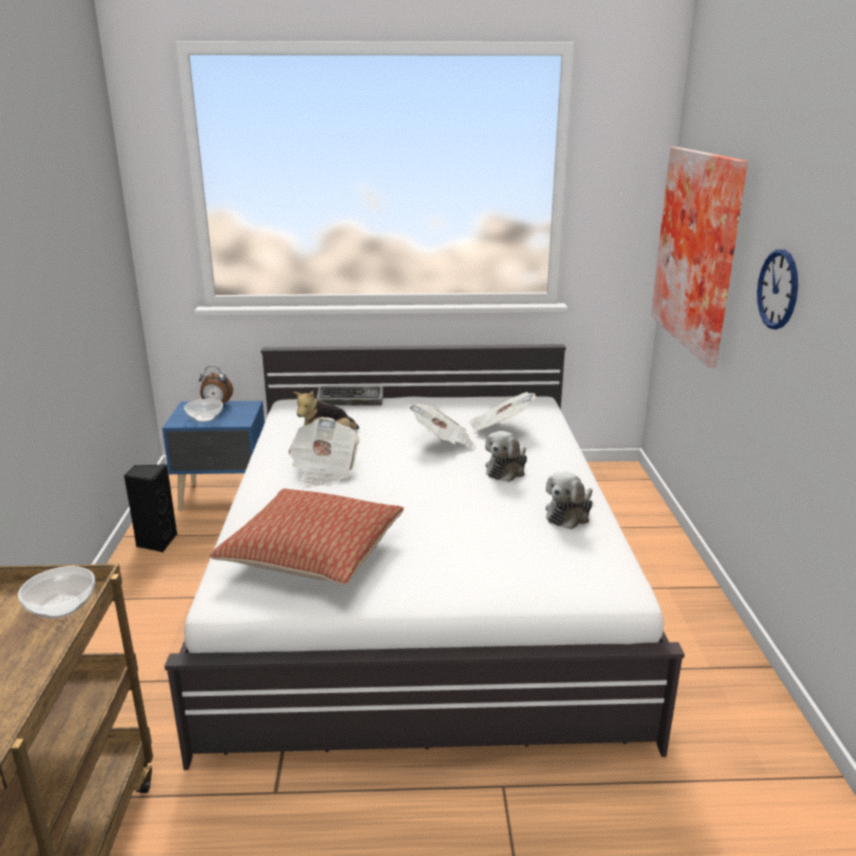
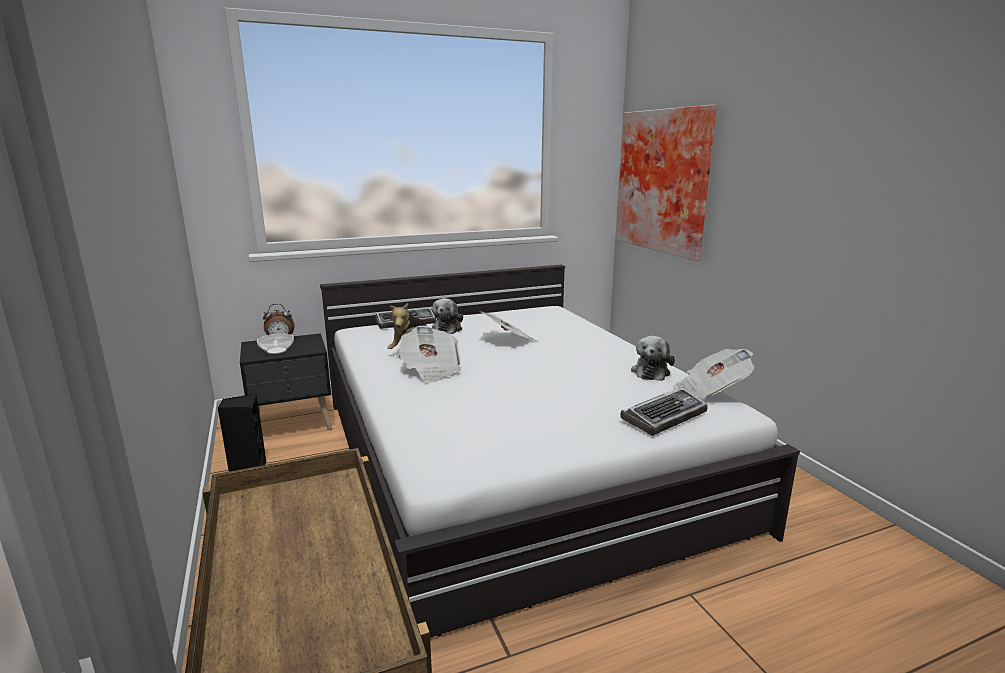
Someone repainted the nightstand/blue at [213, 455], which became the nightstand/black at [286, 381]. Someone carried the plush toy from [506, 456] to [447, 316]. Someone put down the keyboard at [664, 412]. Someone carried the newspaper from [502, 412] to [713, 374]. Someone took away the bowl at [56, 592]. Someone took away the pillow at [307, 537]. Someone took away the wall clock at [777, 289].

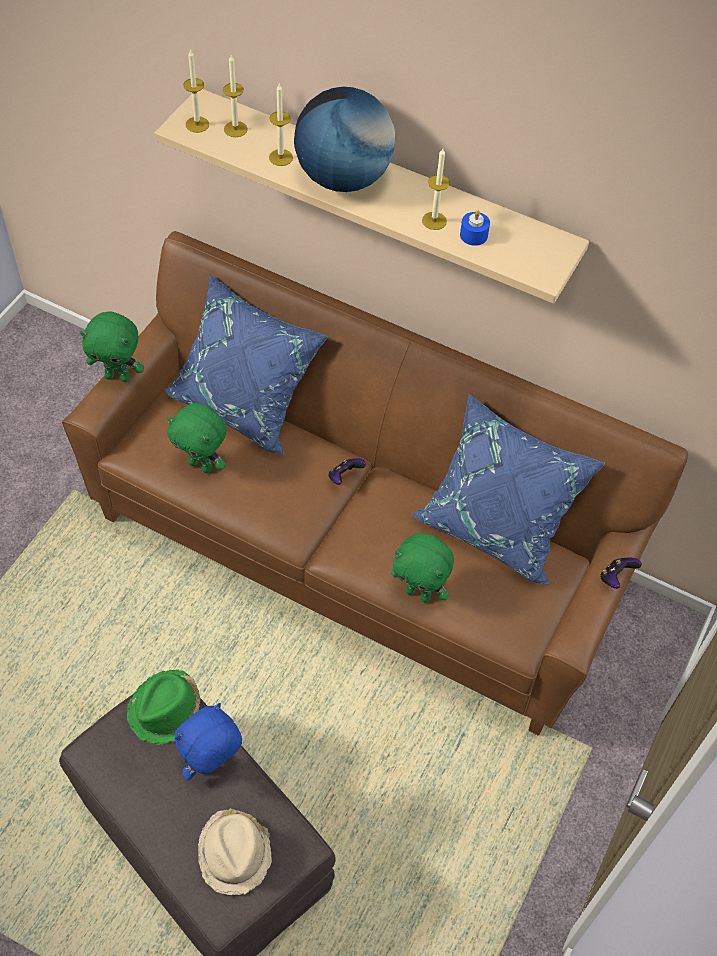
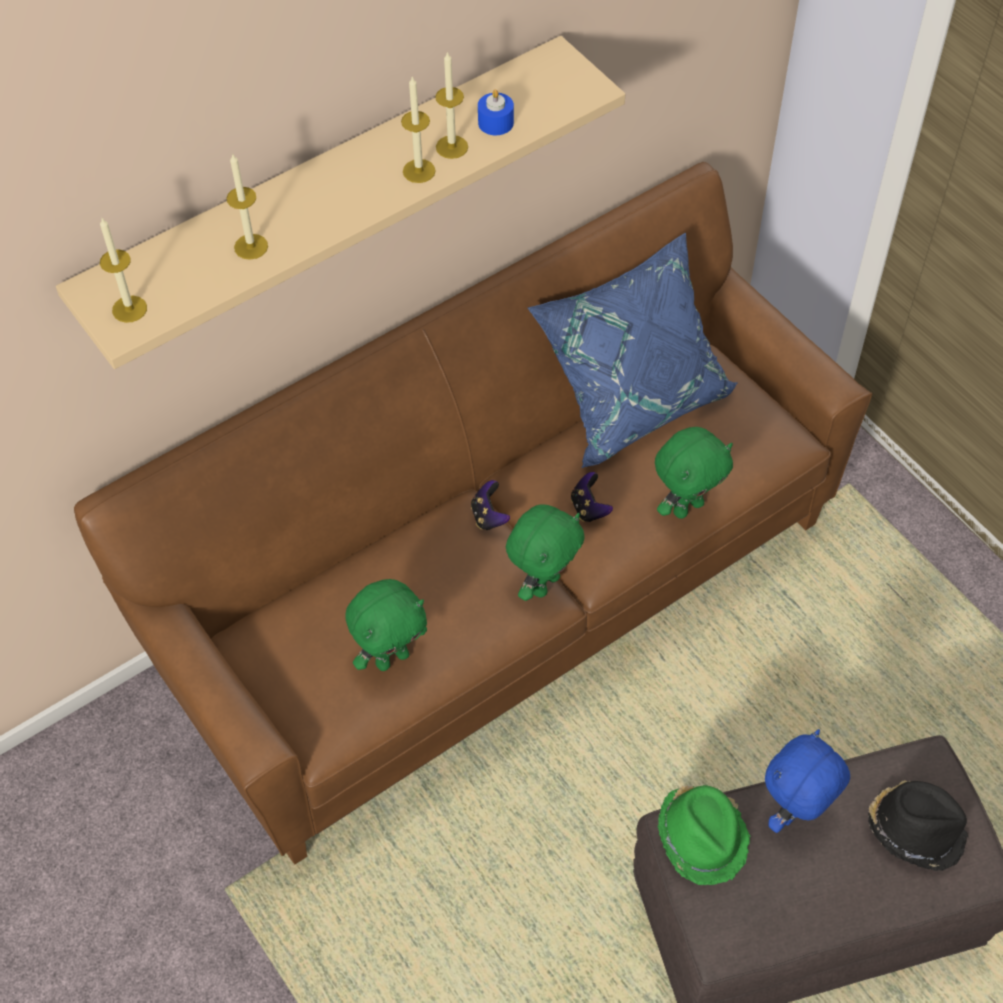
Someone carried the candle from [235, 96] to [418, 130]. Someone carried the plush toy/green from [112, 347] to [545, 553]. Someone carried the game controller from [621, 573] to [592, 497]. Someone rotated the plush toy/blue at [208, 742] by 60 degrees clockwise. Someone repainted the hat/beige at [235, 852], which became the hat/black at [918, 825]. Someone took away the pillow/blue at [246, 364]. Someone took away the globe at [344, 139].

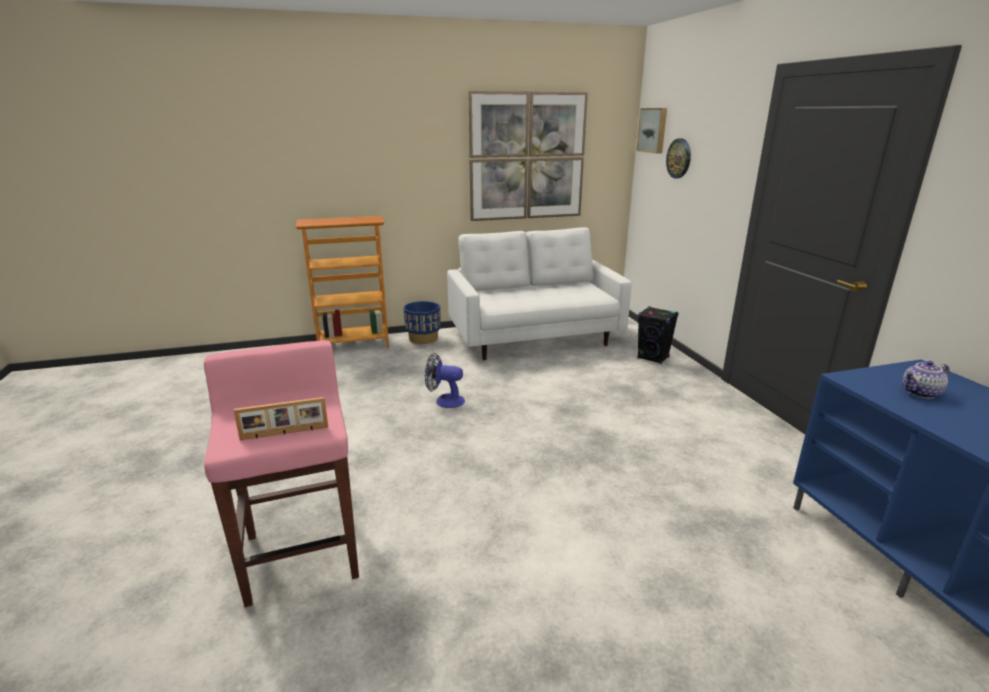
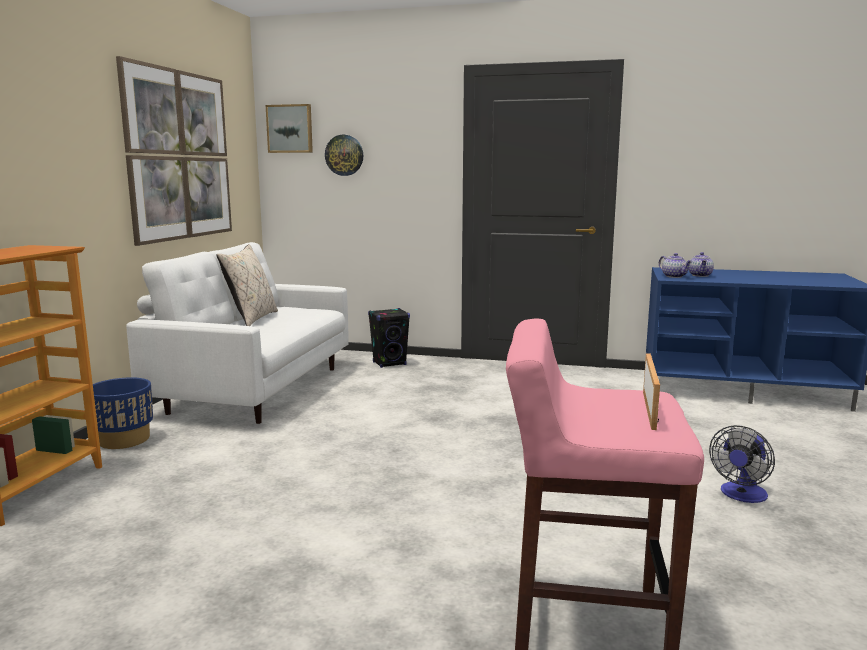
Someone put down the pillow/beige at [247, 285]. Someone put down the teapot at [675, 265]. Someone carried the fan from [445, 380] to [742, 464].

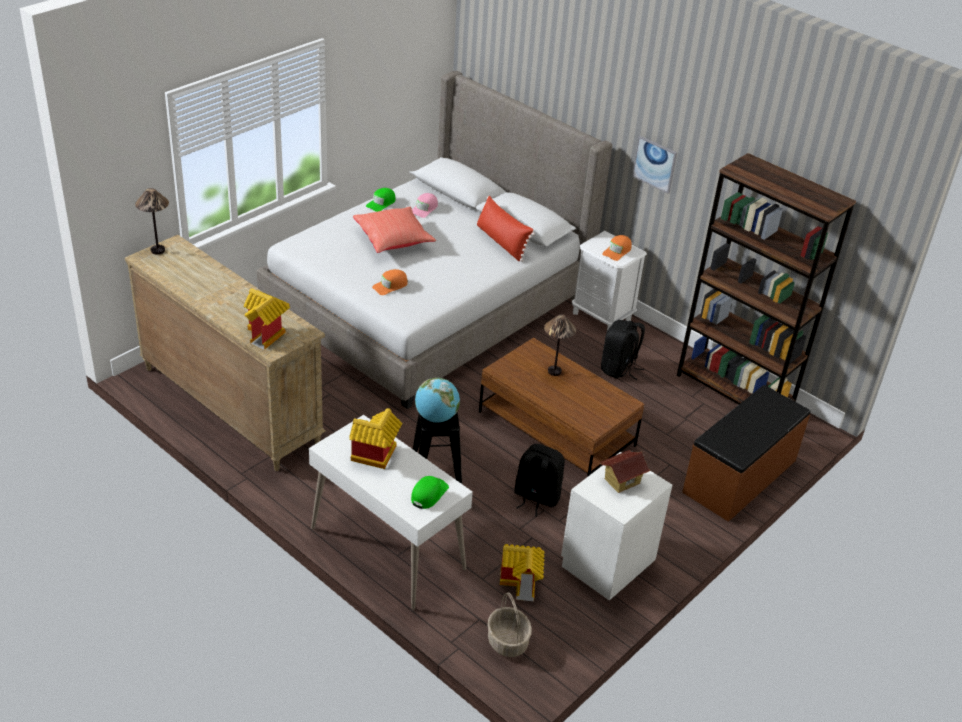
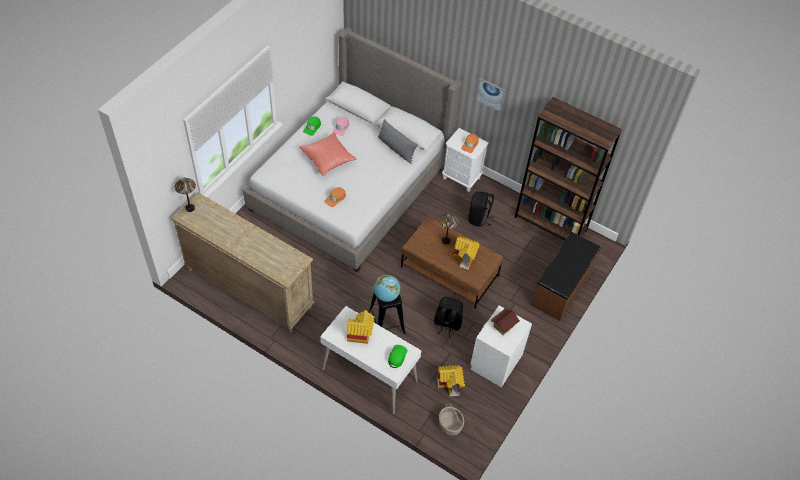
Someone repainted the pillow/red at [506, 229], which became the pillow/grey at [398, 141]. Someone carried the toy house from [266, 319] to [466, 253].

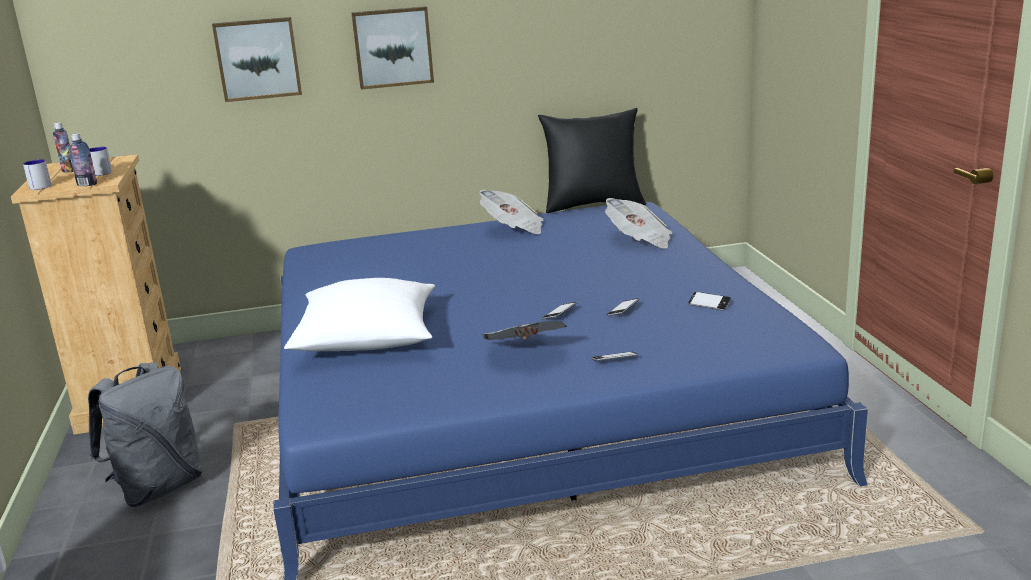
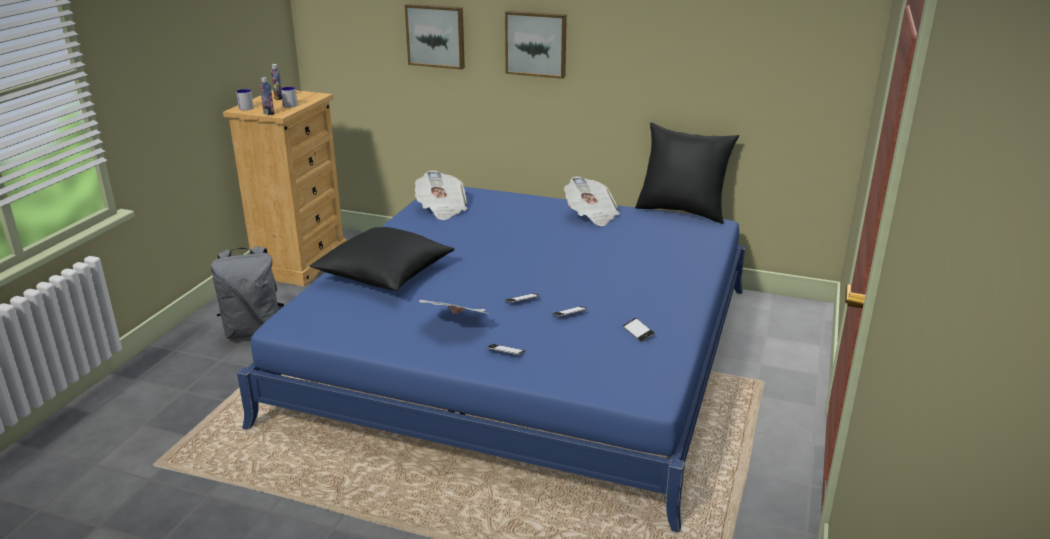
Someone repainted the pillow/white at [359, 314], which became the pillow/black at [382, 259]. Someone carried the newspaper from [638, 223] to [441, 195].

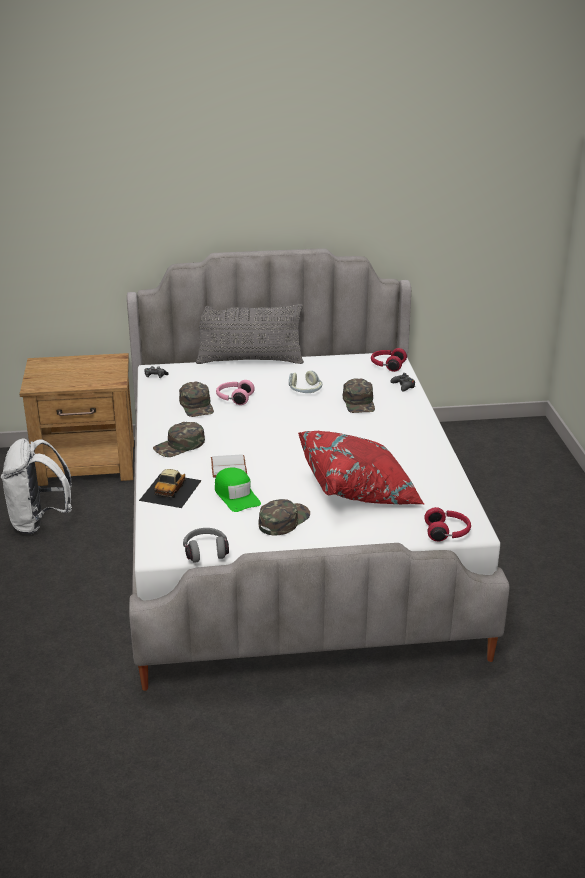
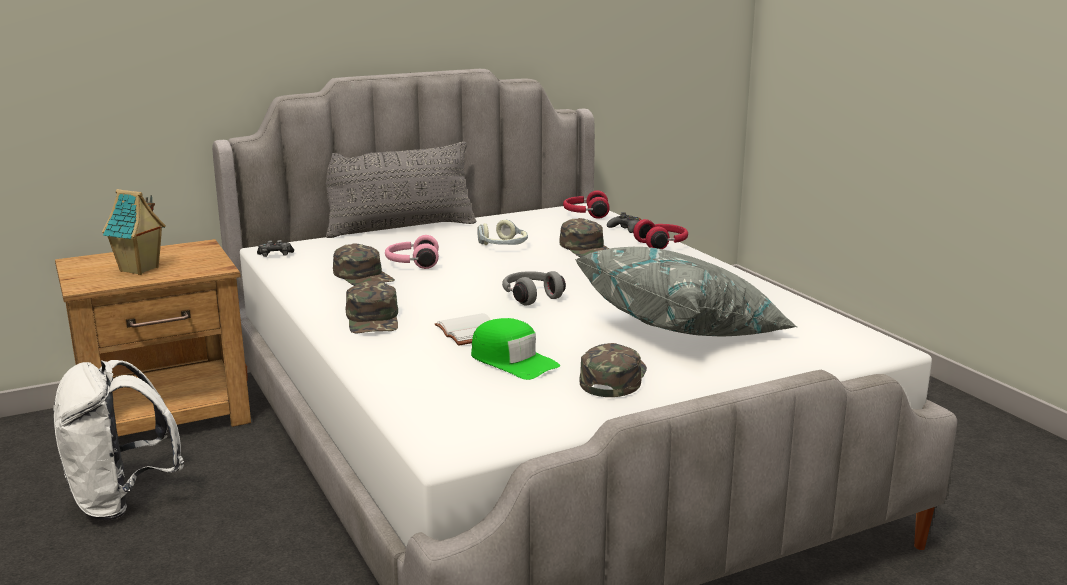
Someone put down the toy house at [134, 232]. Someone rotated the cap/green at [179, 439] by 45 degrees counterclockwise. Someone carried the headphones/grey from [206, 545] to [534, 288]. Someone repainted the pillow/red at [361, 468], which became the pillow/grey at [686, 292]. Someone carried the headphones/red from [447, 524] to [660, 234]. Someone took away the toy car at [170, 488].

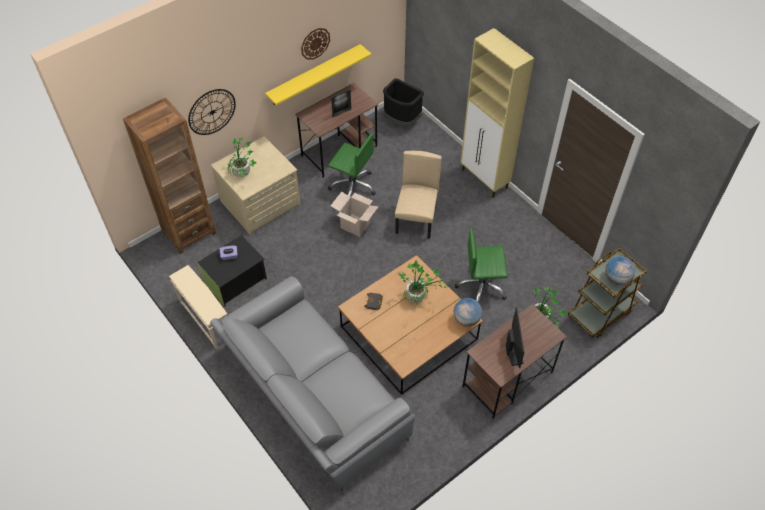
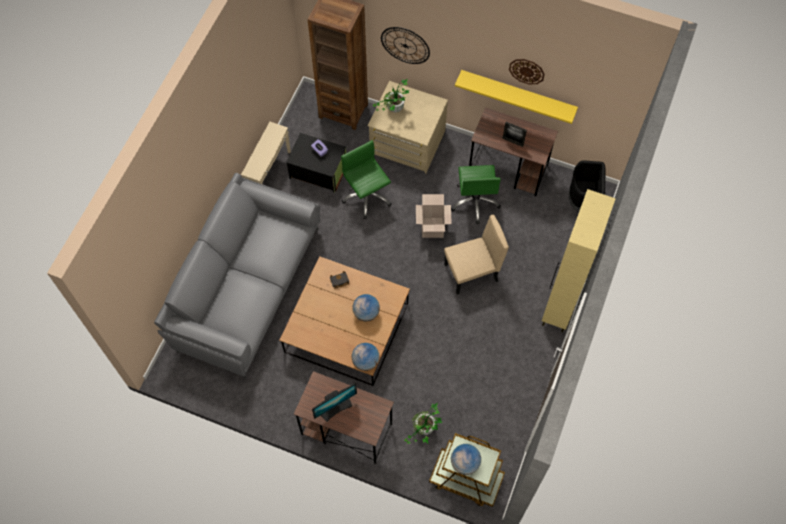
Someone carried the office chair/green from [481, 265] to [366, 179]. Someone swapped the potted plant at [424, 282] for the globe at [366, 308].

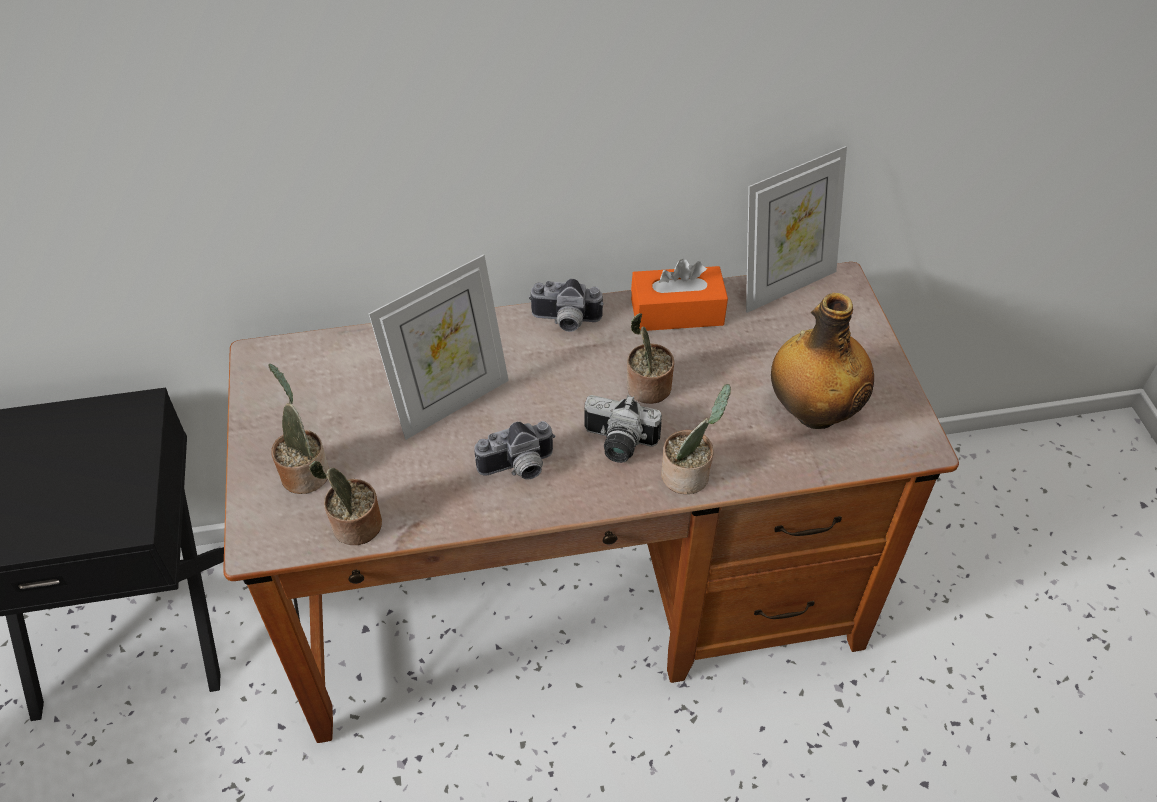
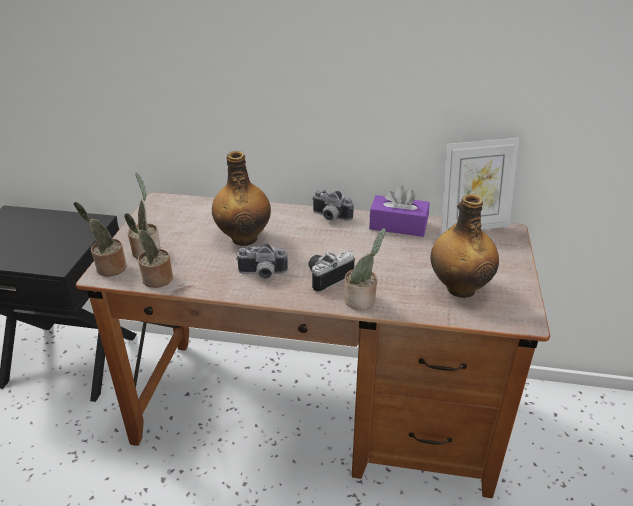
Someone carried the potted plant from [650, 358] to [100, 239]. Someone swapped the picture frame at [439, 347] for the bottle at [241, 198]. Someone rotated the photo camera at [623, 429] by 105 degrees clockwise. Someone repainted the tissue box/orange at [679, 295], which became the tissue box/purple at [399, 211].

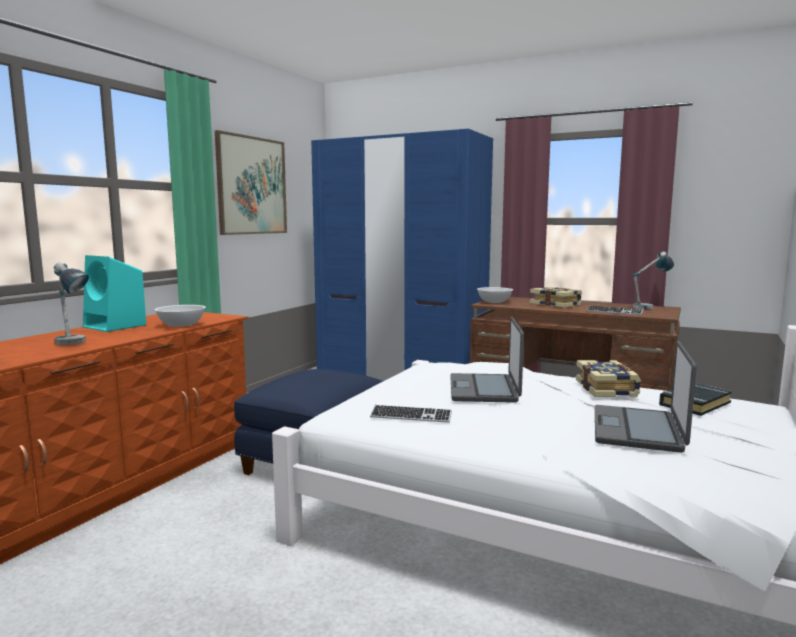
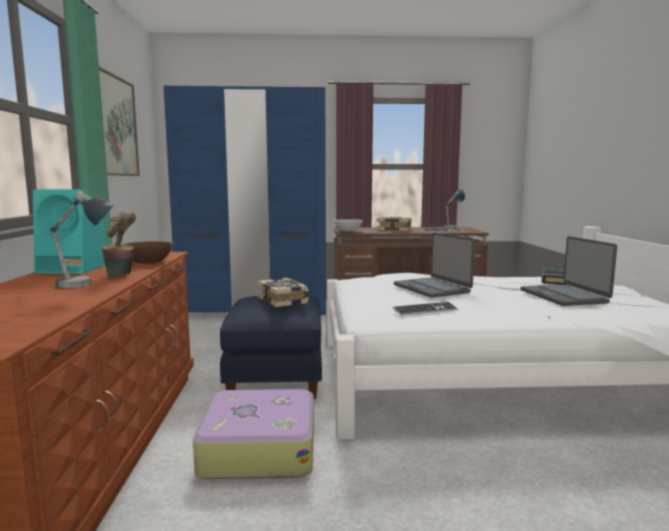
Someone put down the potted plant at [118, 244]. Someone repainted the bowl/white at [180, 316], which became the bowl/brown at [147, 252]. Someone put down the suitcase at [253, 434]. Someone carried the book from [608, 378] to [283, 292].

